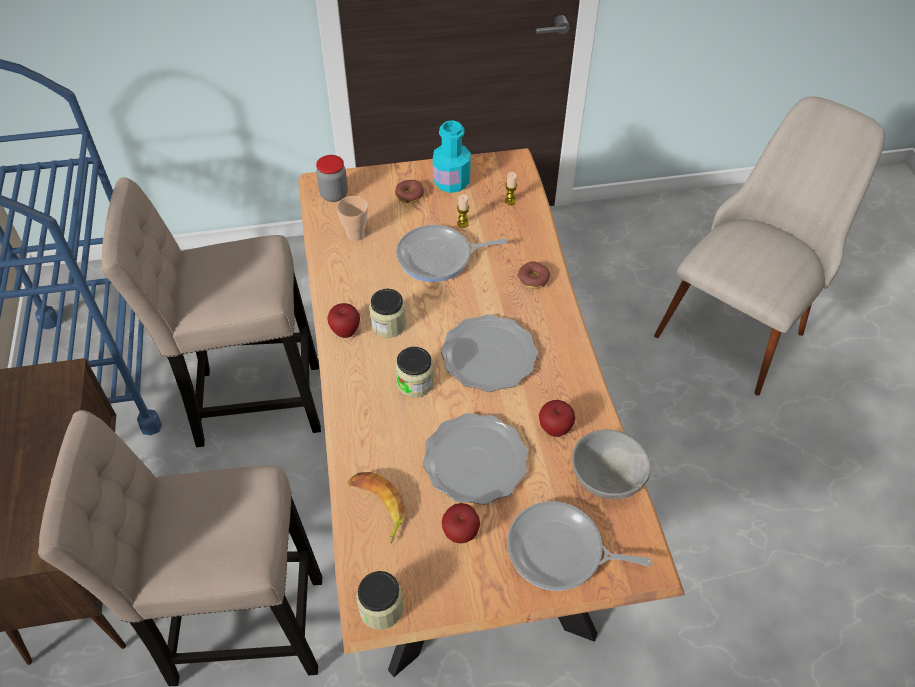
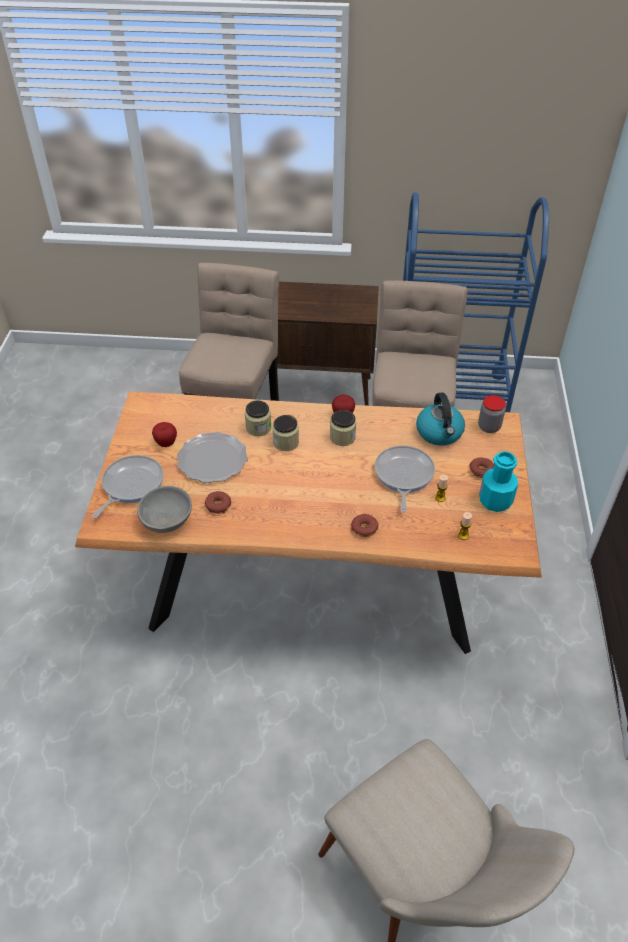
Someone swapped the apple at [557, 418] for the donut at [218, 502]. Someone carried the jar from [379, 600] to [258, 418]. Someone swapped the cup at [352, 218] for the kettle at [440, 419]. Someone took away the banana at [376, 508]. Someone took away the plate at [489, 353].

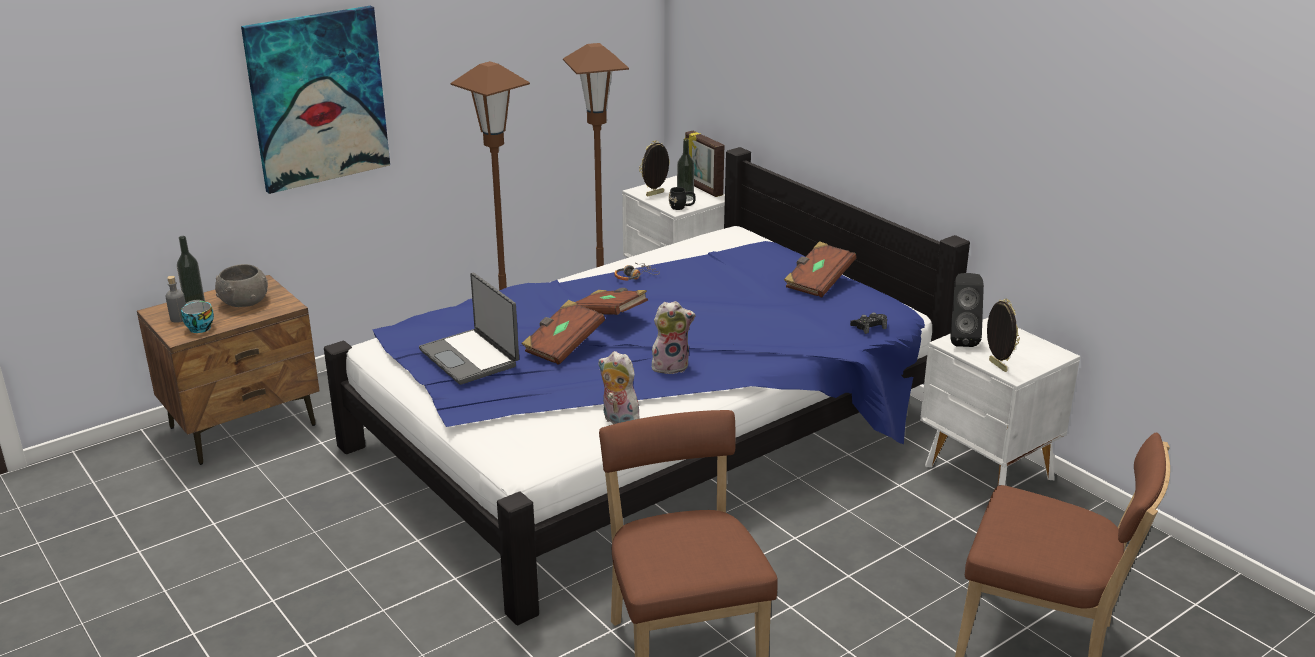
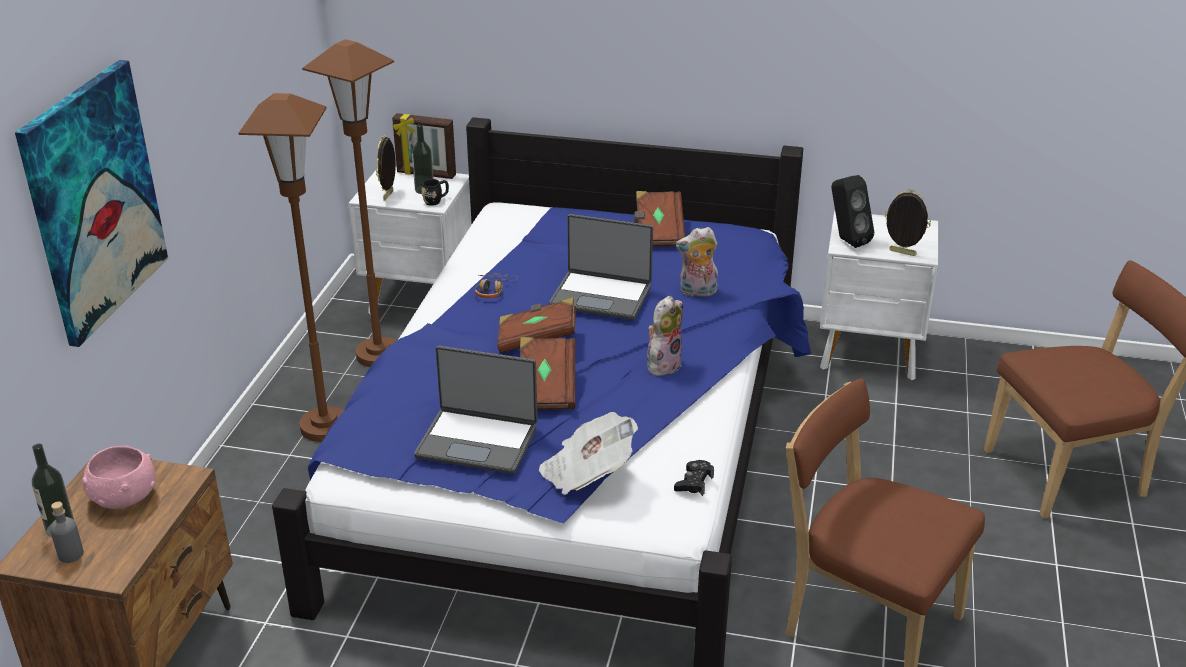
Someone repainted the bowl/grey at [241, 285], which became the bowl/pink at [119, 477]. Someone put down the newspaper at [588, 453]. Someone put down the laptop at [601, 267]. Someone carried the game controller/black from [868, 323] to [694, 478]. Someone carried the plush toy from [619, 387] to [697, 262]. Someone took away the cup at [197, 317].

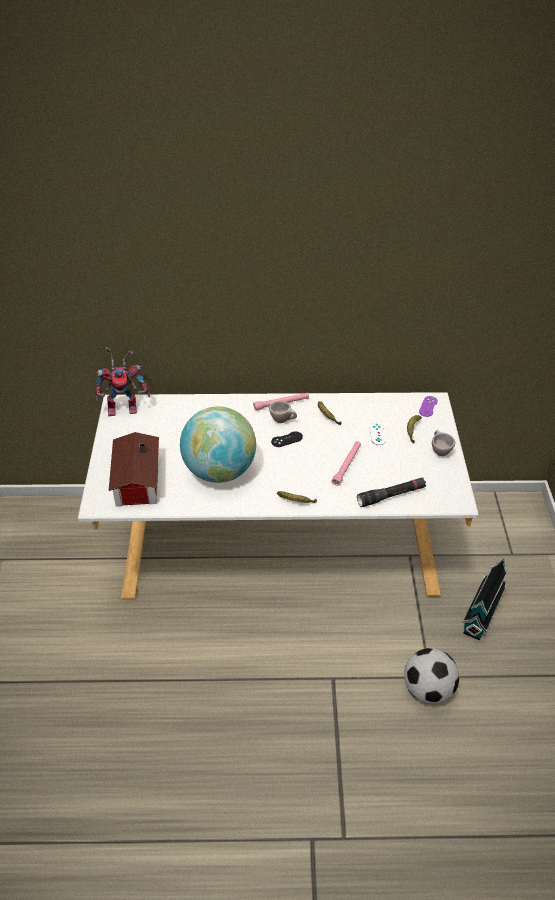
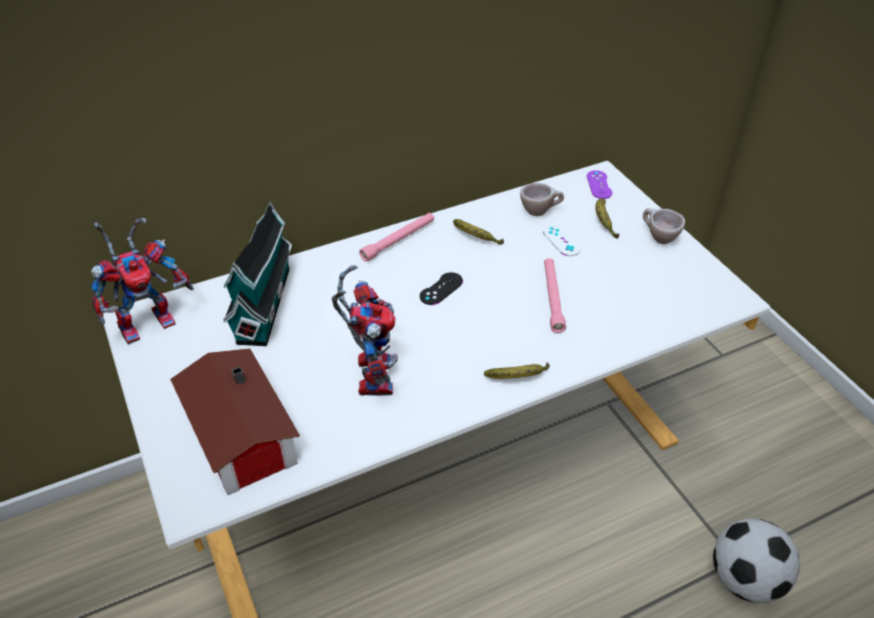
Someone carried the toy house from [485, 600] to [257, 273]. Someone swapped the globe at [218, 444] for the toy robot at [365, 330]. Someone carried the cup/beige from [283, 412] to [542, 199]. Someone took away the flashlight/black at [391, 492].

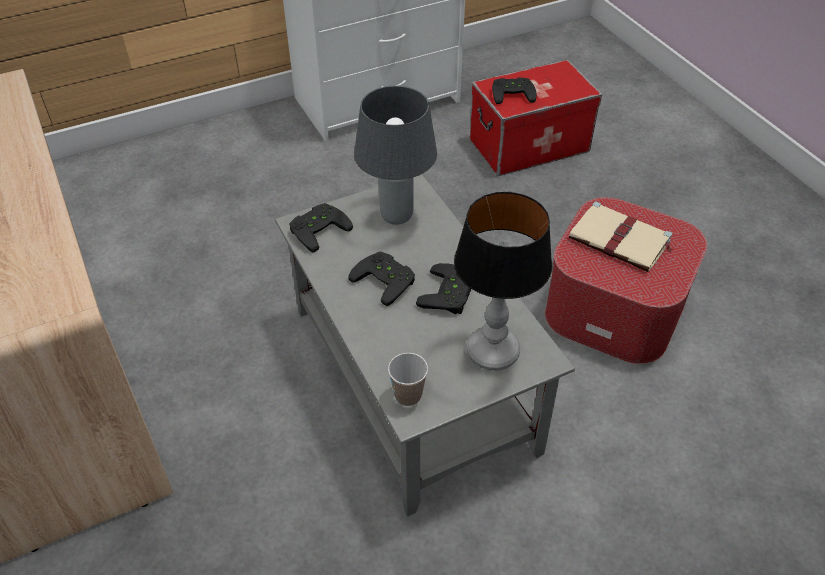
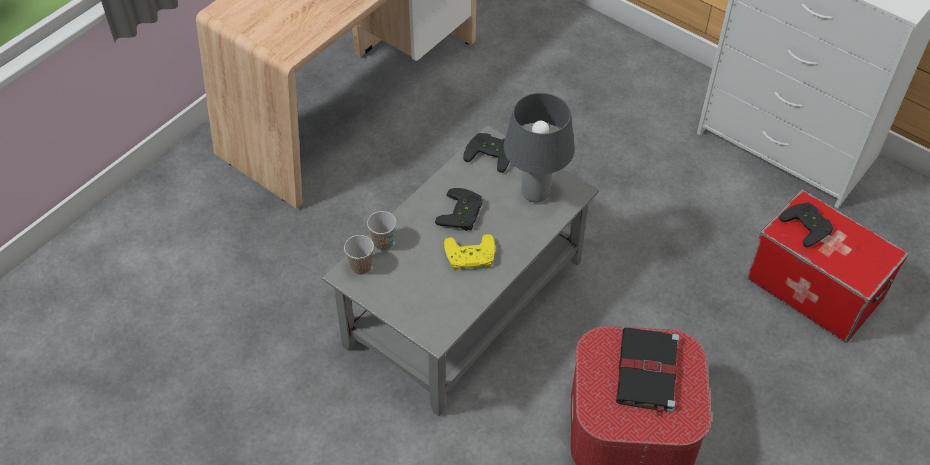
Someone put down the cup at [381, 230]. Someone repainted the game controller/black at [443, 288], which became the game controller/yellow at [469, 252]. Someone repainted the book/beige at [621, 236], which became the book/black at [647, 373]. Someone took away the table lamp at [503, 281].

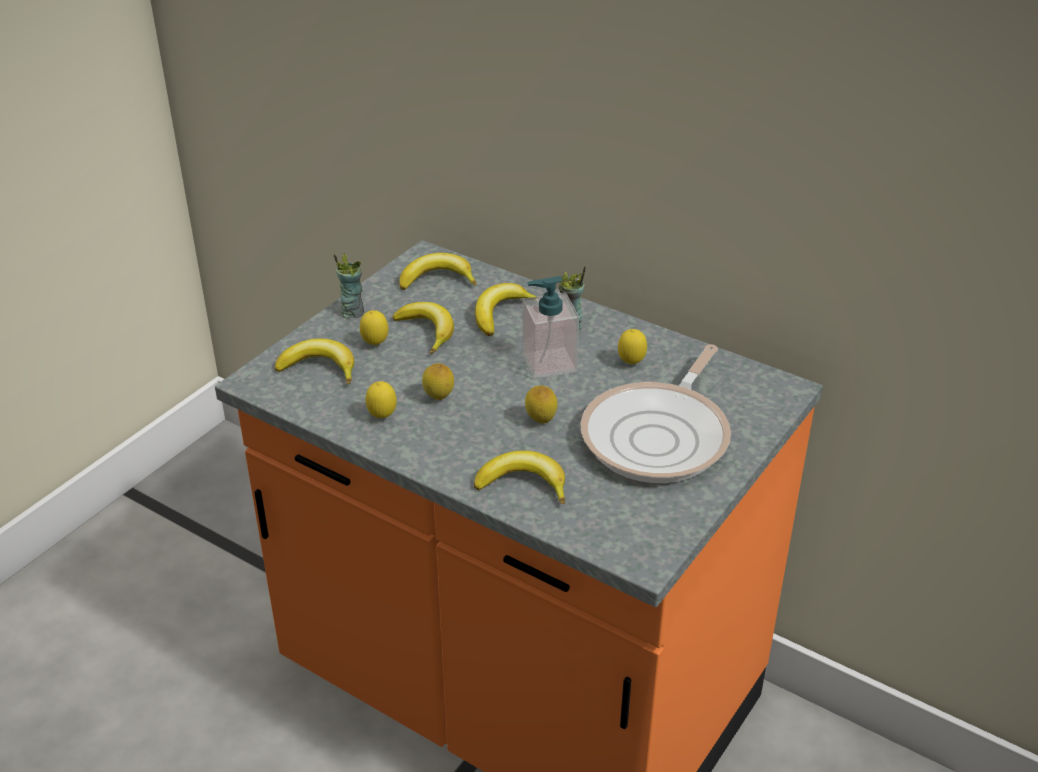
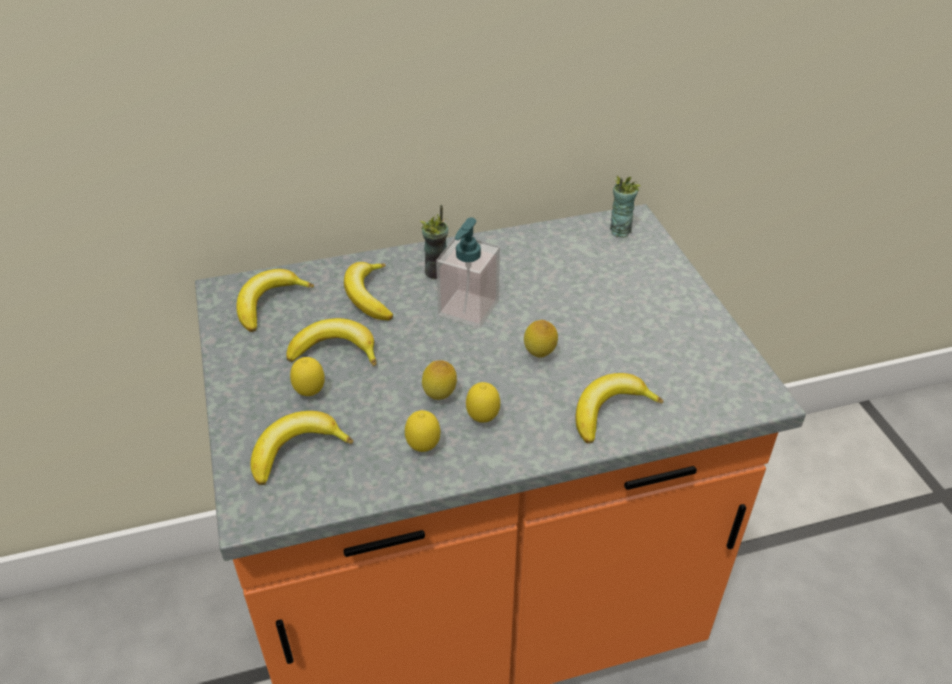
Someone carried the lemon from [632, 346] to [483, 402]. Someone carried the cup from [348, 285] to [625, 207]. Someone took away the frying pan at [656, 413].

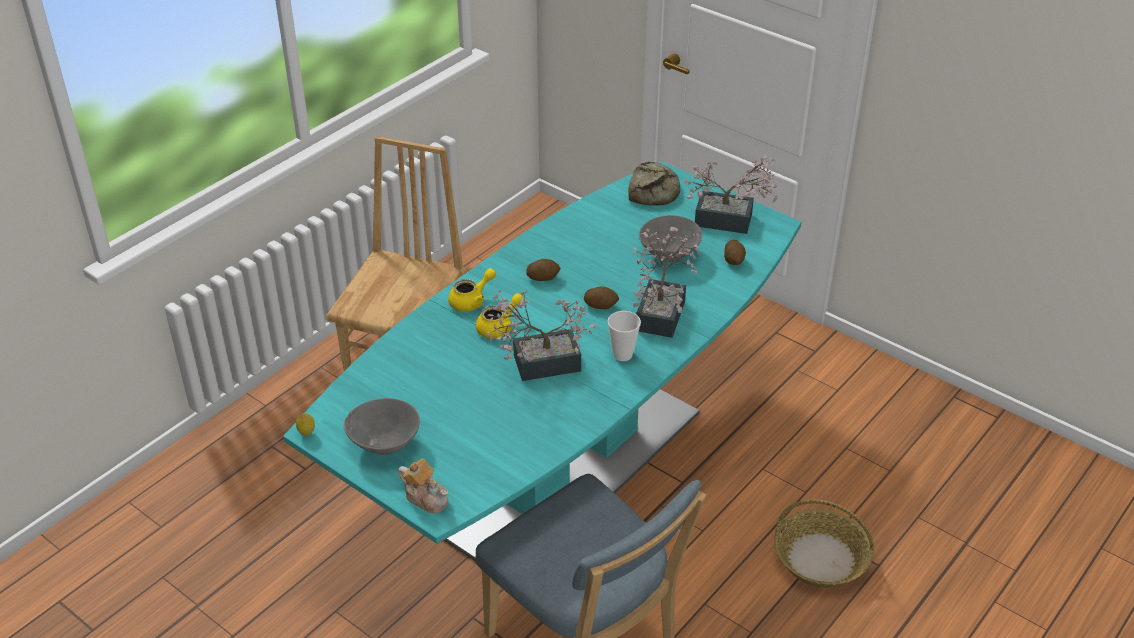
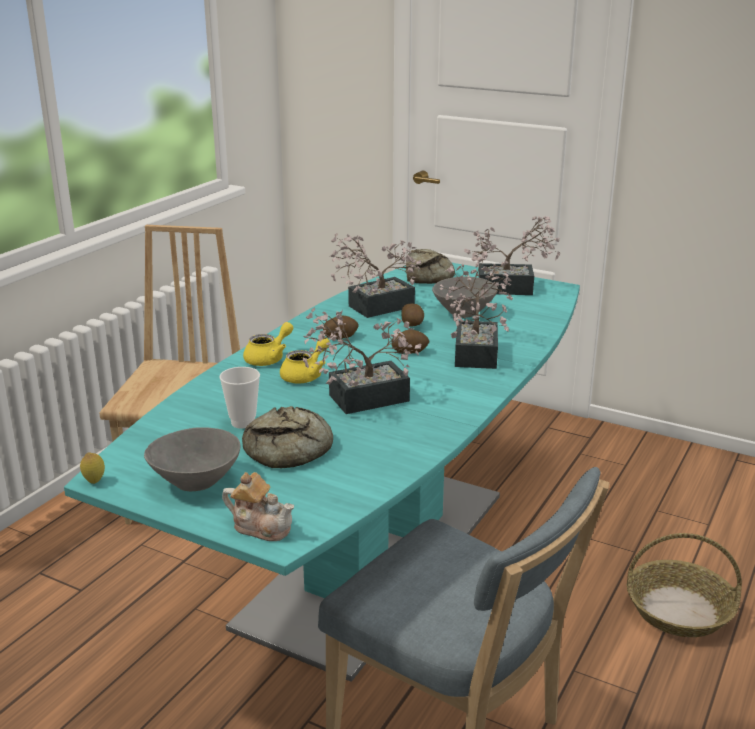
Someone carried the cup from [624, 336] to [239, 398]. Someone put down the bread at [287, 437]. Someone put down the potted plant at [375, 275]. Someone carried the potato from [735, 252] to [412, 315].

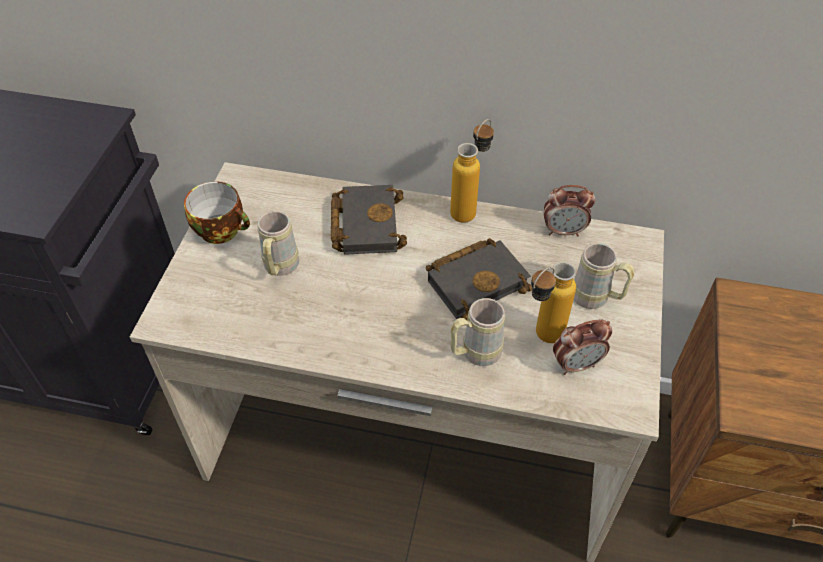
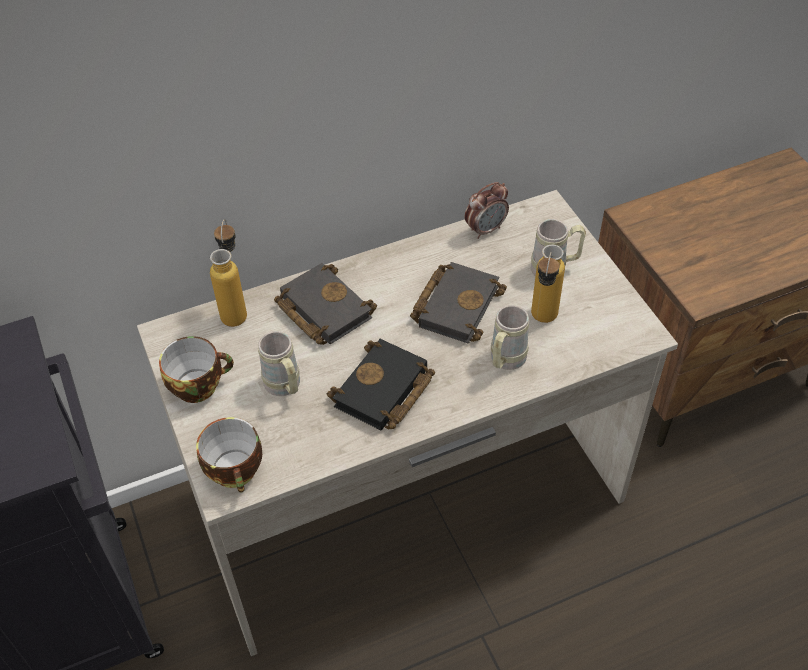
Someone put down the cup at [229, 455]. Someone carried the bottle from [472, 171] to [228, 273]. Someone put down the book/black at [381, 385]. Someone took away the alarm clock at [582, 347].

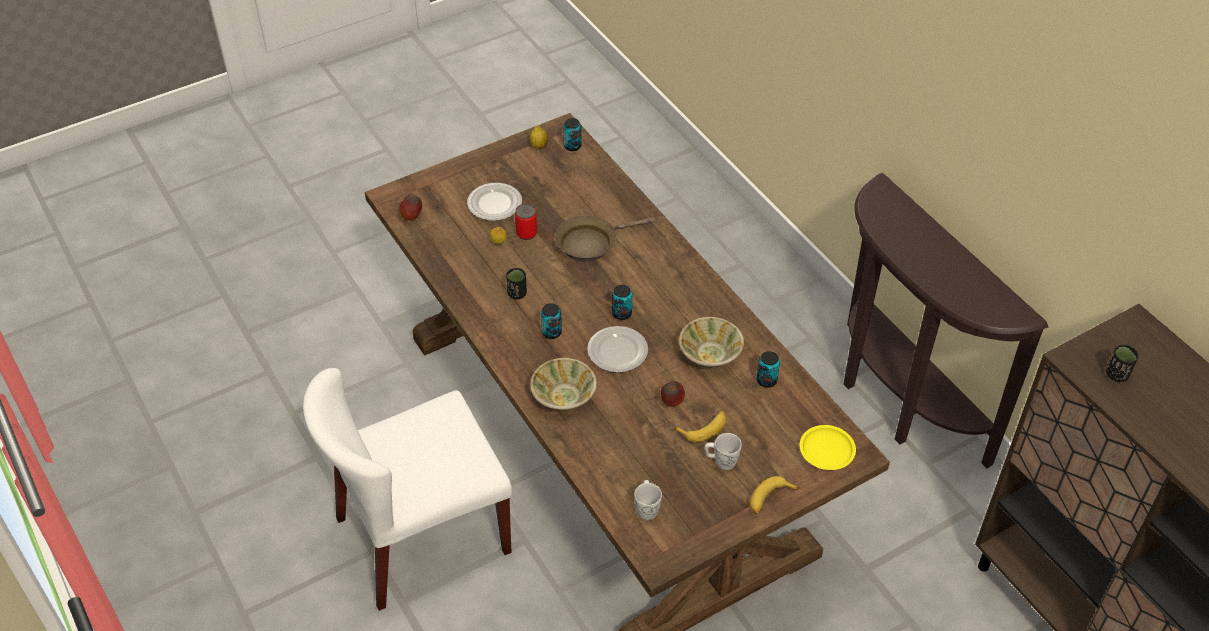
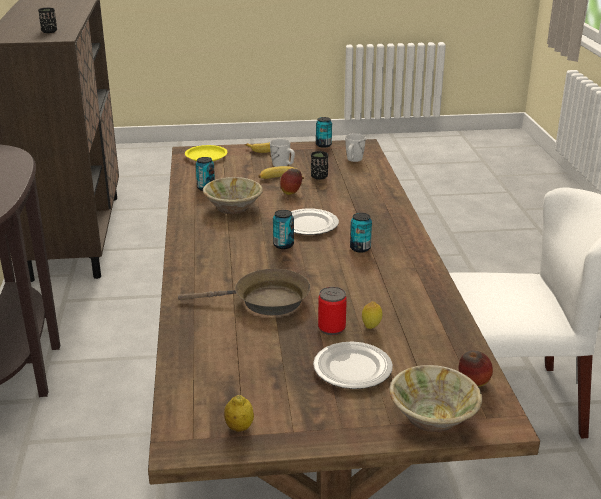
Someone carried the cup/black from [516, 283] to [319, 165]. Someone carried the can from [572, 134] to [324, 132]. Someone carried the bowl/beige from [563, 384] to [435, 398].

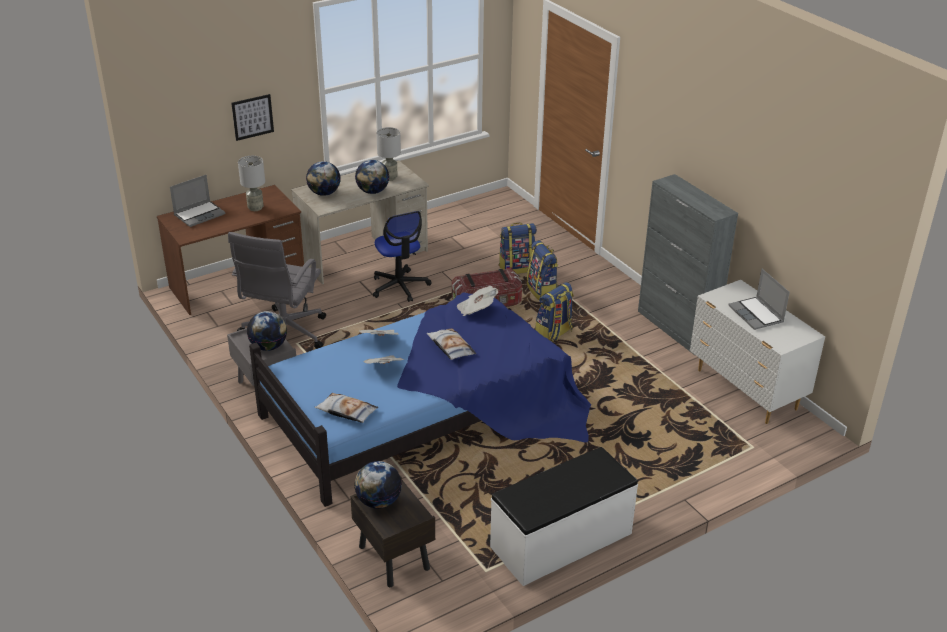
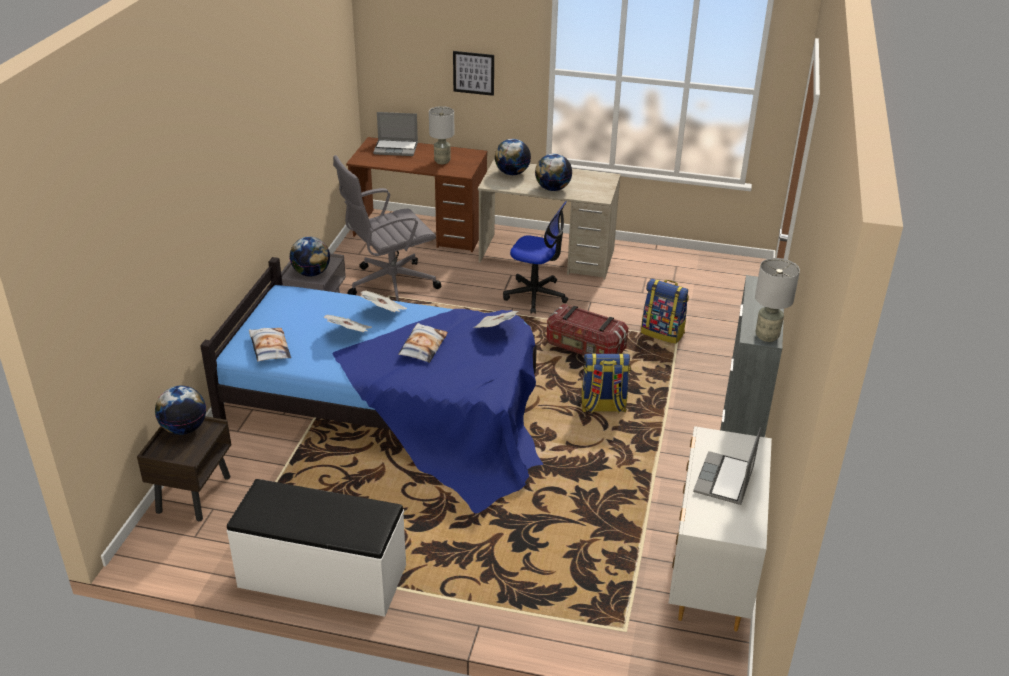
Someone rotated the office chair at [402, 256] by 90 degrees counterclockwise. Someone carried the table lamp/grey from [388, 154] to [777, 300]. Someone took away the backpack at [542, 270].

